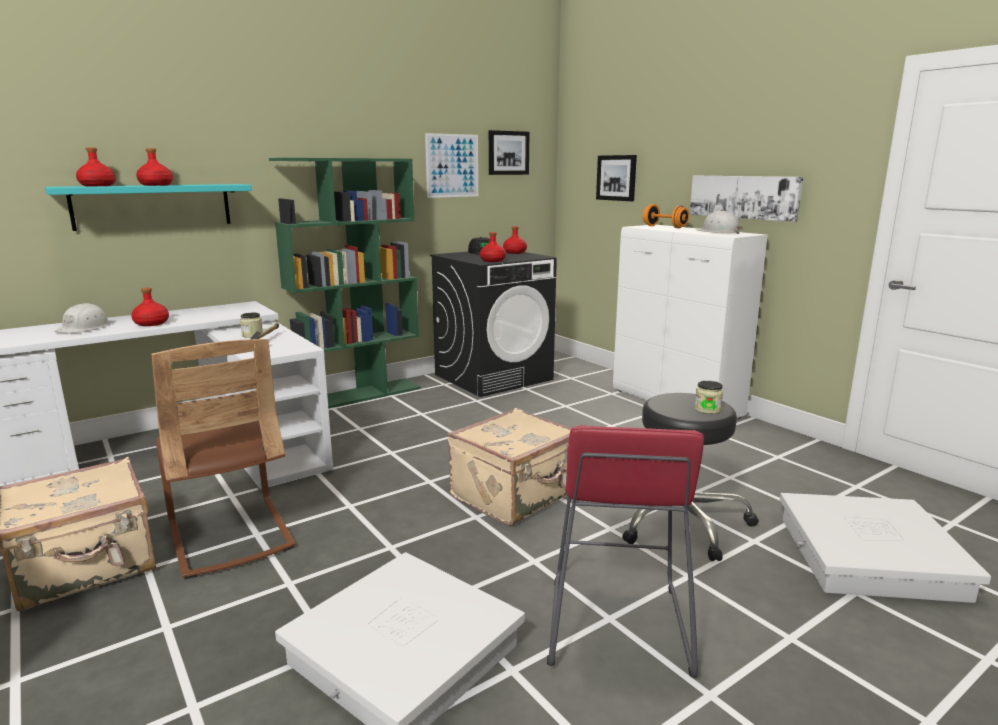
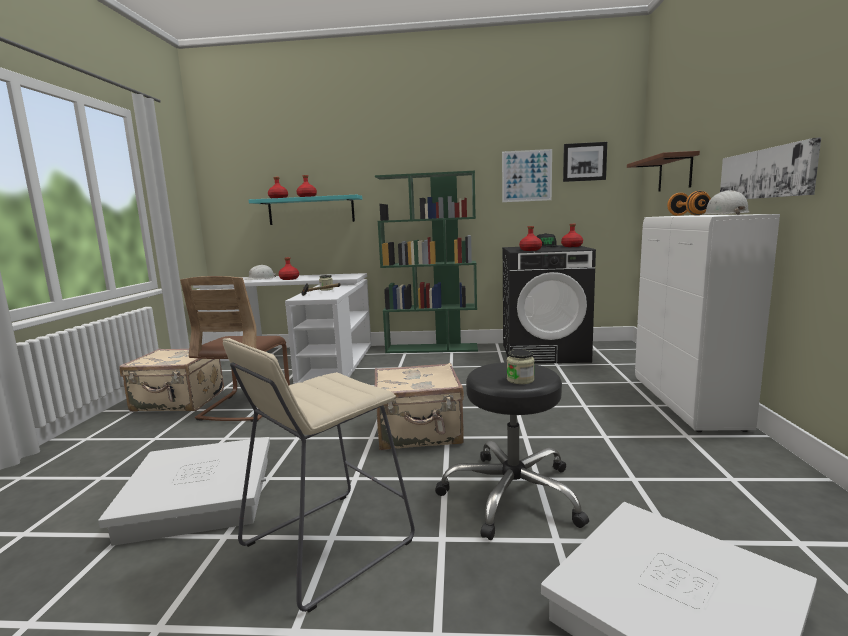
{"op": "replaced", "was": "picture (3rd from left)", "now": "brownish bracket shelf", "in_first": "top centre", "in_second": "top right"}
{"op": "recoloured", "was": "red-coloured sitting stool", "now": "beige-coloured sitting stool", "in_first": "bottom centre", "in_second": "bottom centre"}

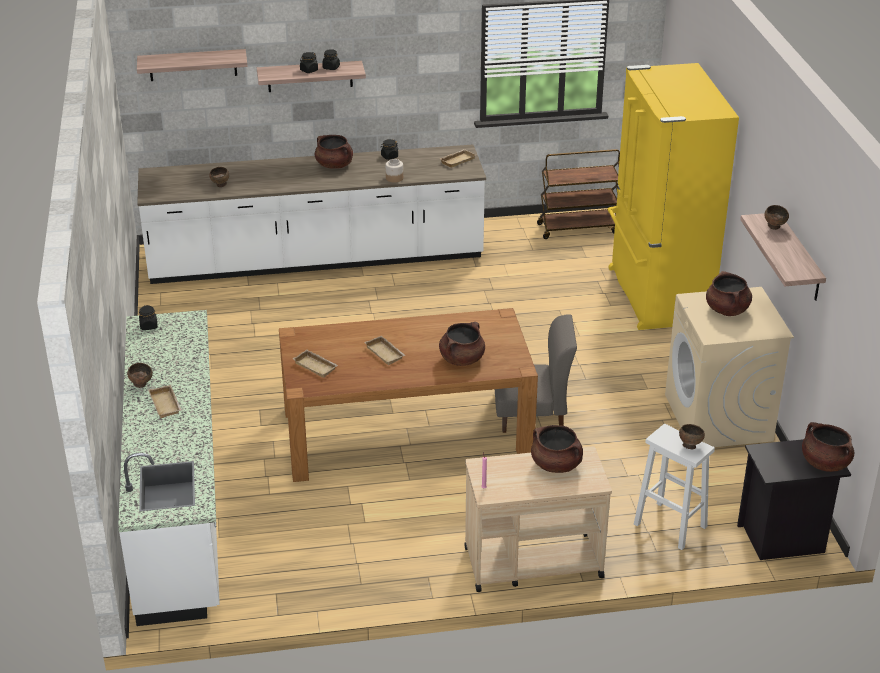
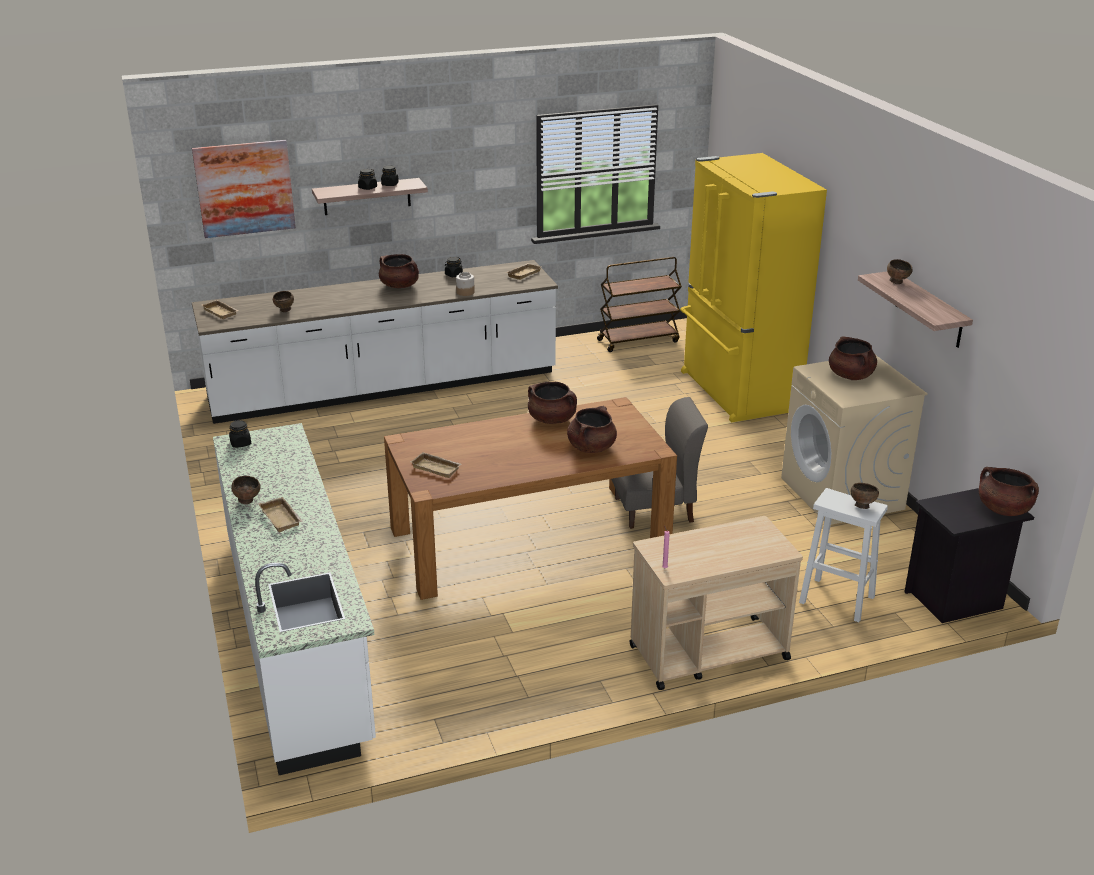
{"op": "moved", "was": "beige-coloured serving tray (3rd from left in the first image)", "now": "beige-coloured serving tray (1st from left)", "in_first": "centre", "in_second": "middle left"}
{"op": "moved", "was": "brownish stockpot (3rd from left in the first image)", "now": "brownish stockpot (2nd from left)", "in_first": "bottom centre", "in_second": "centre"}
{"op": "replaced", "was": "bracket shelf (1st from left)", "now": "picture", "in_first": "top left", "in_second": "top left"}

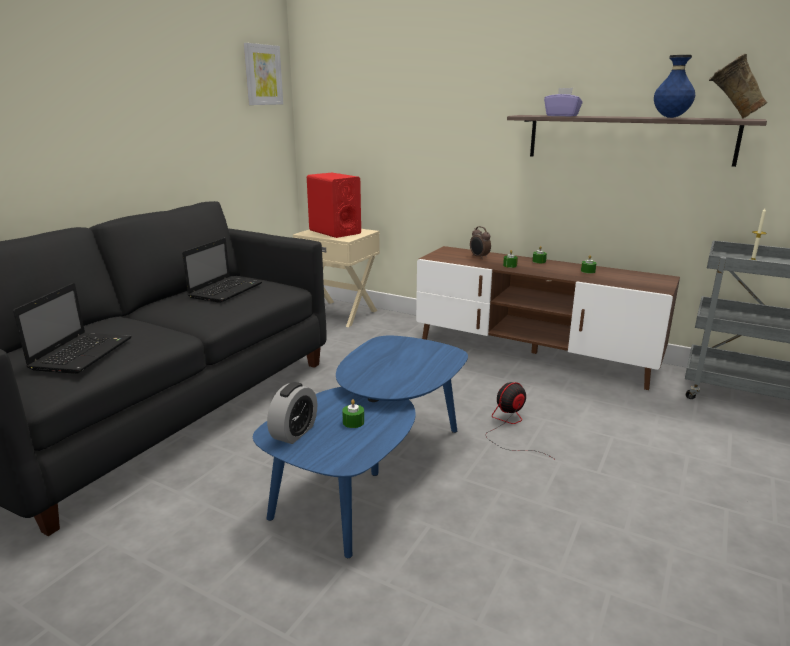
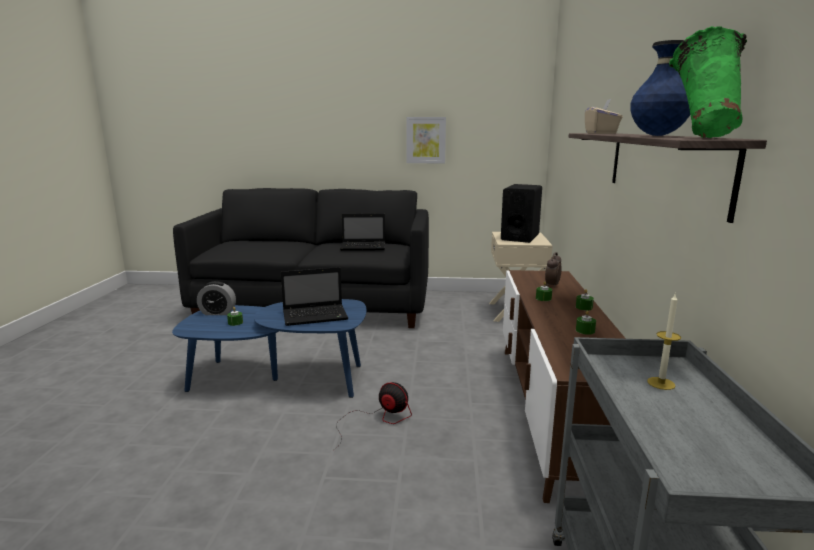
{"op": "moved", "was": "laptop (1st from left)", "in_first": "middle left", "in_second": "centre"}
{"op": "moved", "was": "picture", "in_first": "top left", "in_second": "top centre"}
{"op": "recoloured", "was": "red-coloured speaker", "now": "blackish speaker", "in_first": "top centre", "in_second": "centre"}
{"op": "recoloured", "was": "purplish box of tissues", "now": "beige-coloured box of tissues", "in_first": "top right", "in_second": "top right"}
{"op": "recoloured", "was": "beige-coloured vase", "now": "green-coloured vase", "in_first": "top right", "in_second": "top right"}

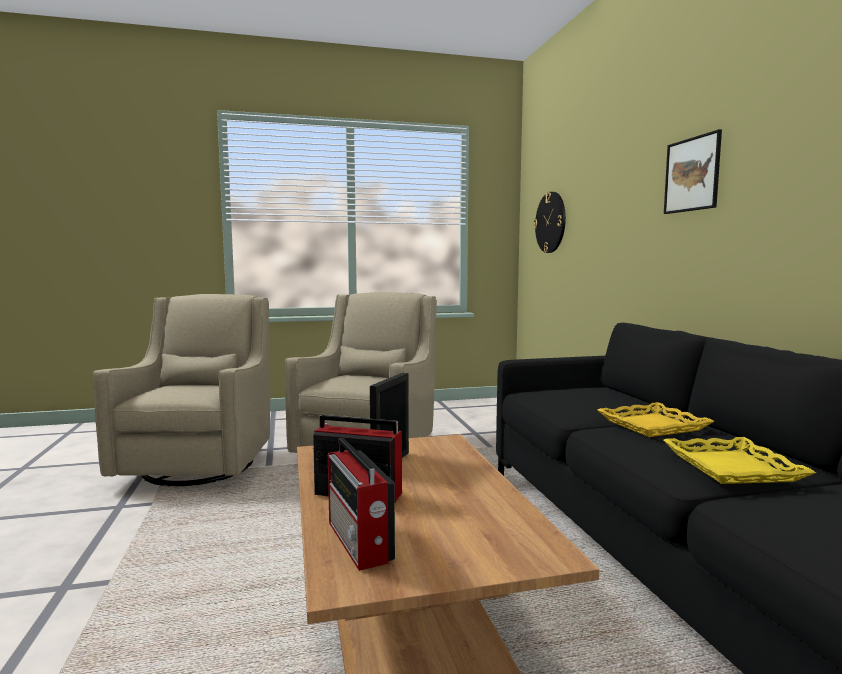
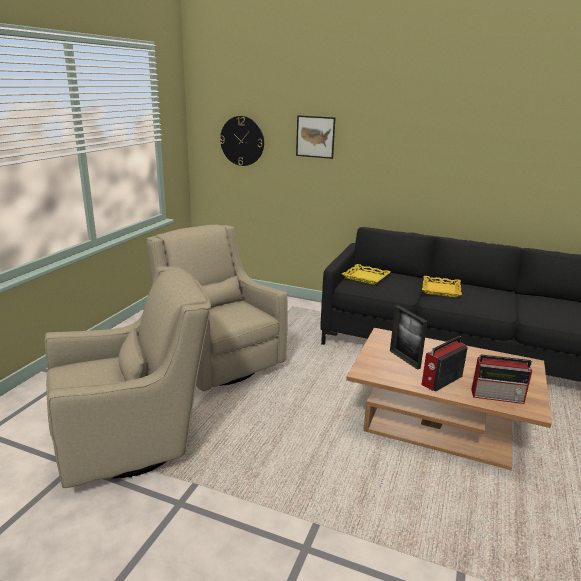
{"op": "moved", "was": "yellow-coloured serving tray (2nd from left in the first image)", "now": "yellow-coloured serving tray (1st from left)", "in_first": "bottom right", "in_second": "centre"}
{"op": "moved", "was": "picture", "in_first": "top right", "in_second": "top centre"}
{"op": "turned", "was": "beige-coloured armchair (1st from left)", "in_first": "middle left", "in_second": "middle left", "clockwise": 120}

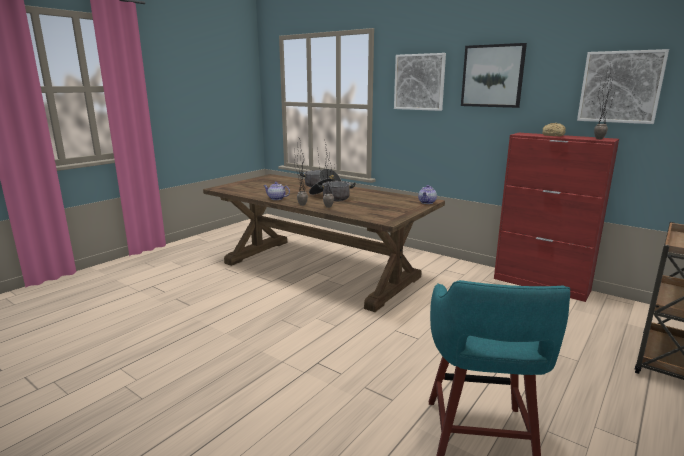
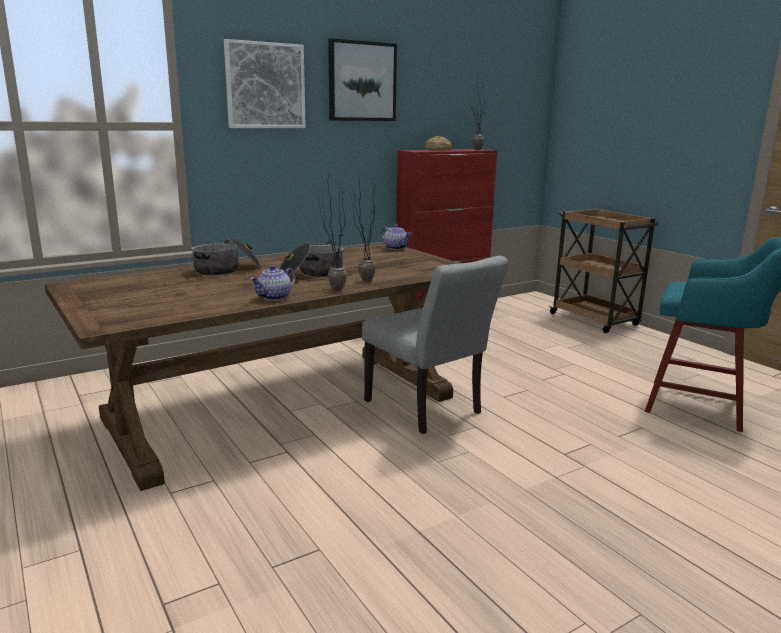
{"op": "removed", "was": "picture (3rd from left)", "in_first": "top right"}
{"op": "added", "now": "gray upright chair", "in_second": "centre"}

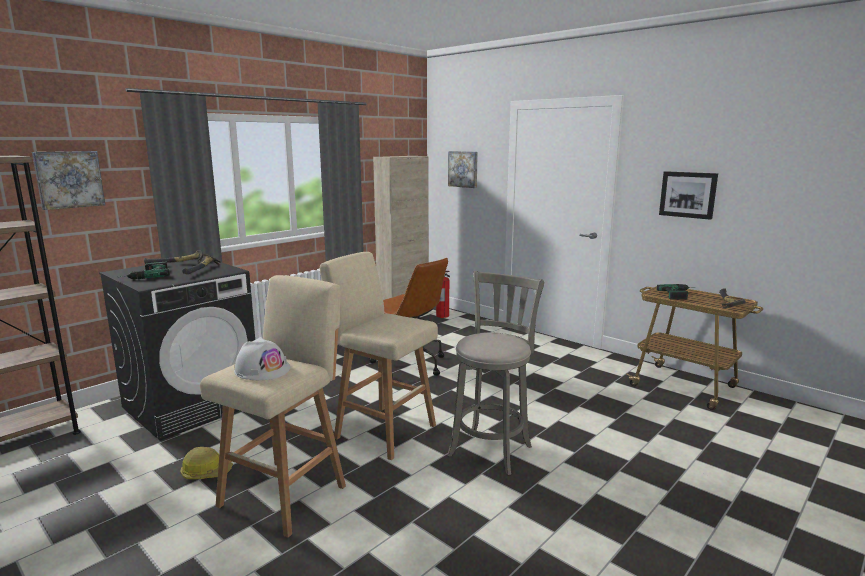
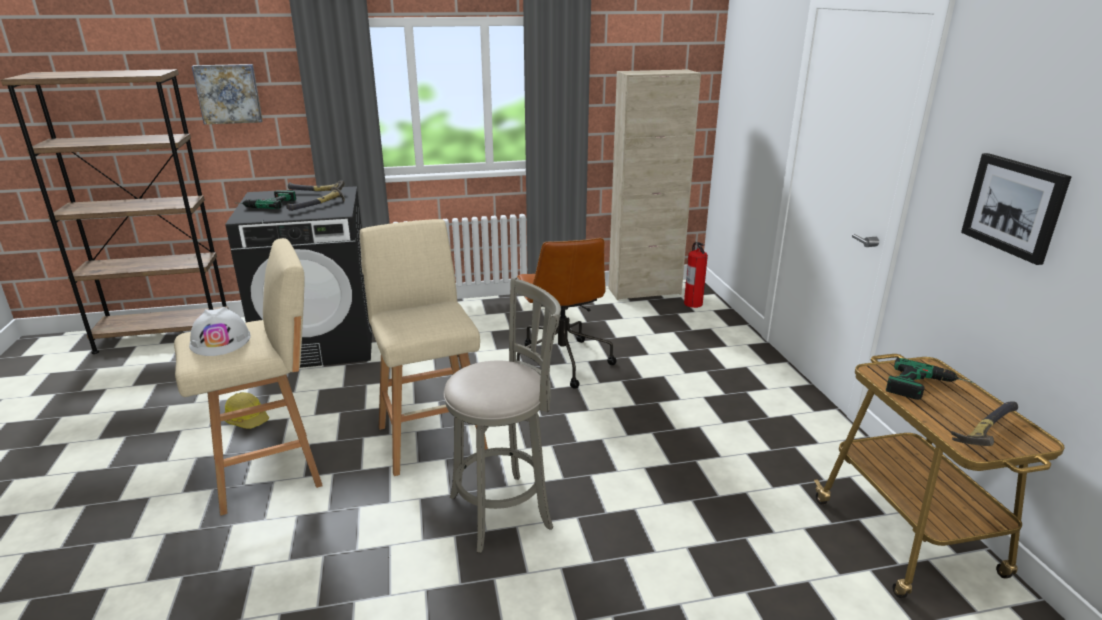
{"op": "removed", "was": "picture (2nd from left)", "in_first": "top centre"}

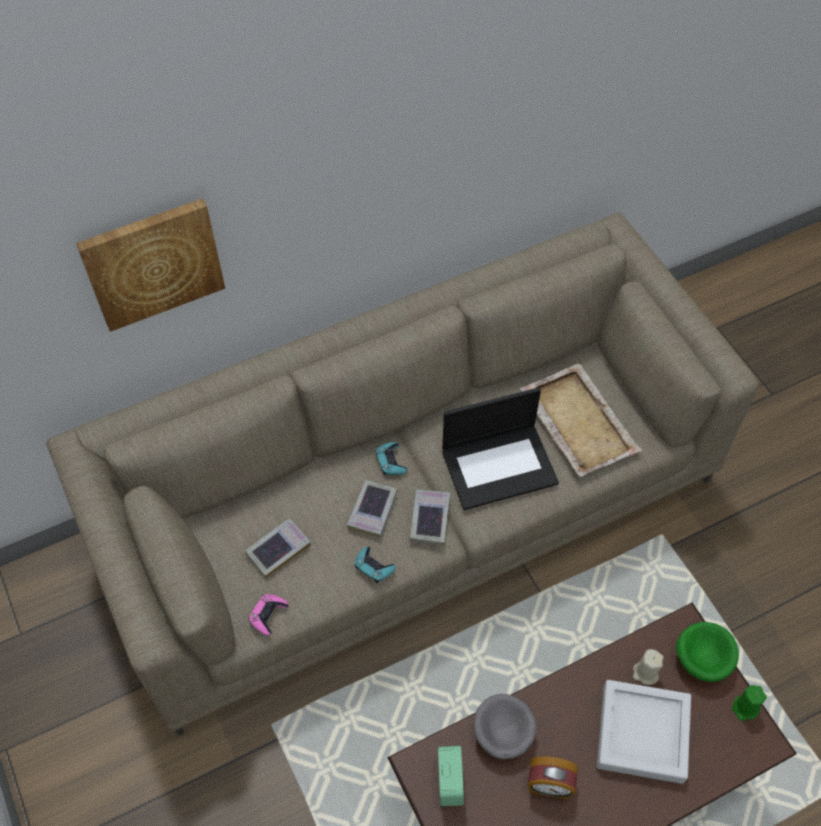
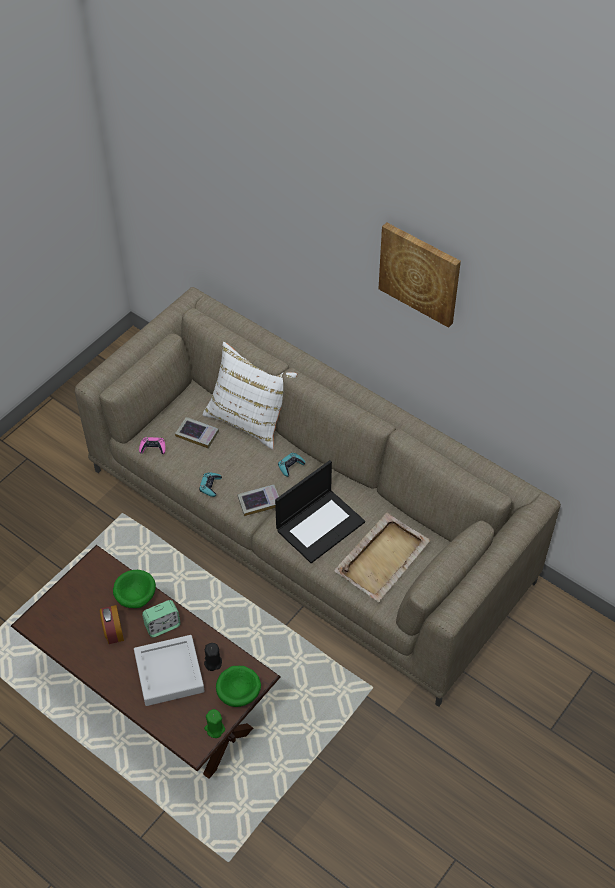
{"op": "removed", "was": "volume (2nd from left)", "in_first": "centre"}
{"op": "added", "now": "white throw pillow", "in_second": "centre"}
{"op": "moved", "was": "picture", "in_first": "top left", "in_second": "top right"}
{"op": "moved", "was": "bedside clock (1st from left in the first image)", "now": "bedside clock (2nd from left)", "in_first": "bottom centre", "in_second": "bottom left"}
{"op": "recoloured", "was": "gray bowl", "now": "green-coloured bowl (1st from left)", "in_first": "bottom centre", "in_second": "middle left"}
{"op": "recoloured", "was": "beige-coloured wax light", "now": "blackish wax light", "in_first": "bottom right", "in_second": "bottom centre"}
{"op": "turned", "was": "laptop", "in_first": "centre", "in_second": "centre", "clockwise": -90}

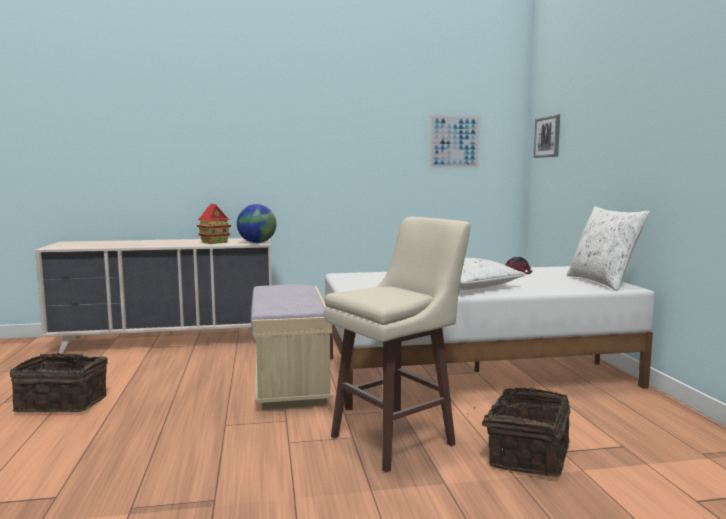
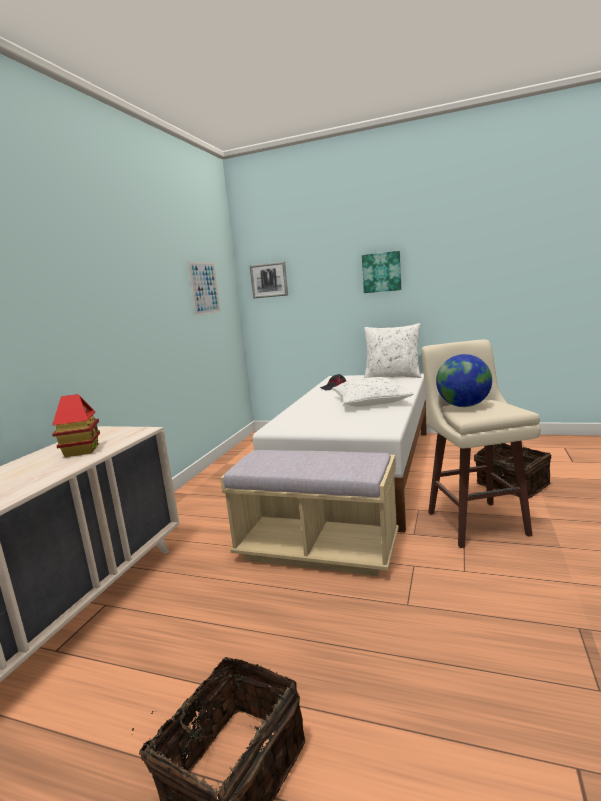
{"op": "added", "now": "picture (3rd from left)", "in_second": "centre"}
{"op": "moved", "was": "world globe", "in_first": "centre", "in_second": "middle right"}

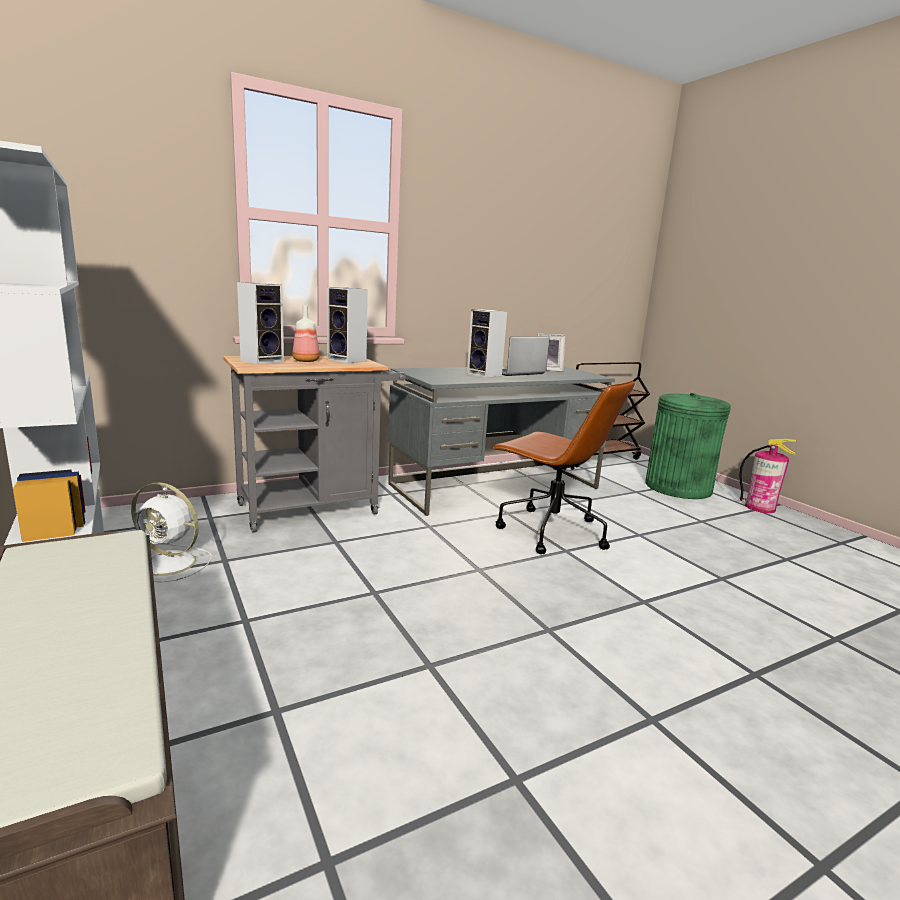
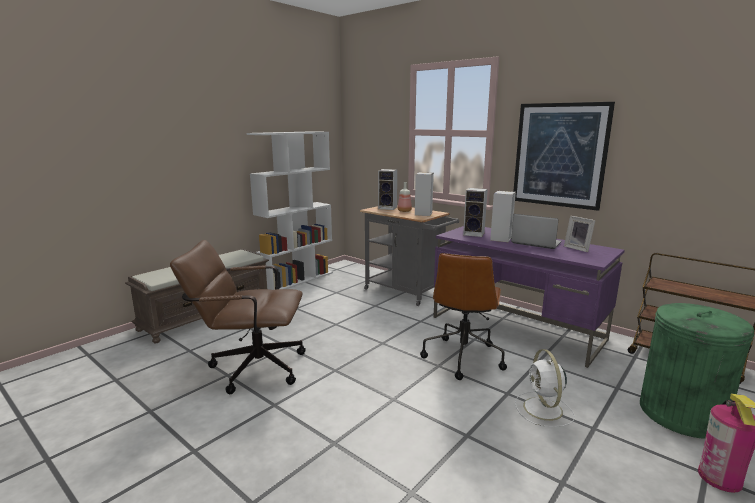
{"op": "added", "now": "brownish computer chair (1st from left)", "in_second": "middle left"}
{"op": "added", "now": "speaker (3rd from left)", "in_second": "centre"}
{"op": "added", "now": "picture", "in_second": "top right"}
{"op": "moved", "was": "white fan", "in_first": "middle left", "in_second": "bottom right"}
{"op": "recoloured", "was": "gray desk table", "now": "purplish desk table", "in_first": "centre", "in_second": "middle right"}

